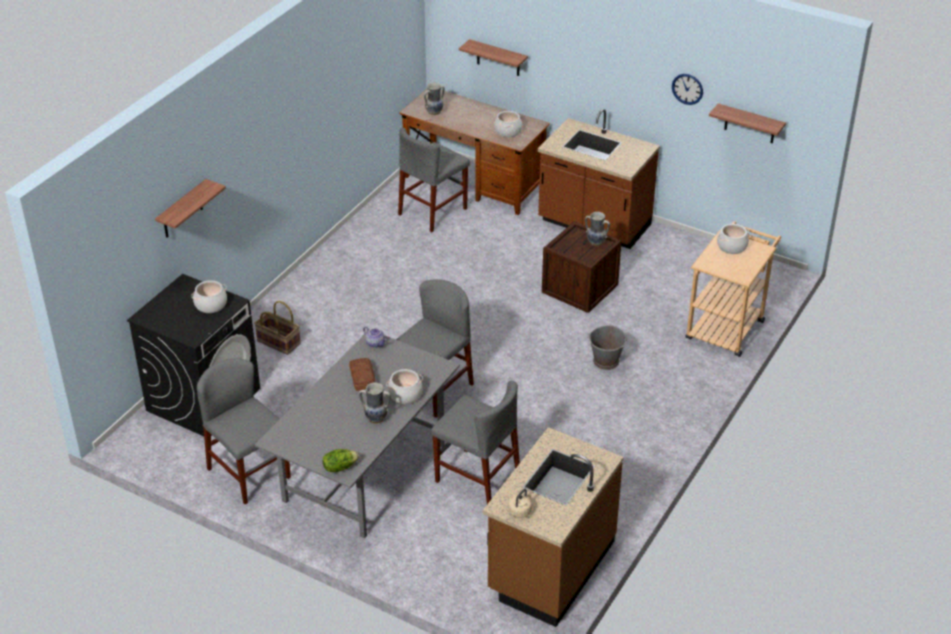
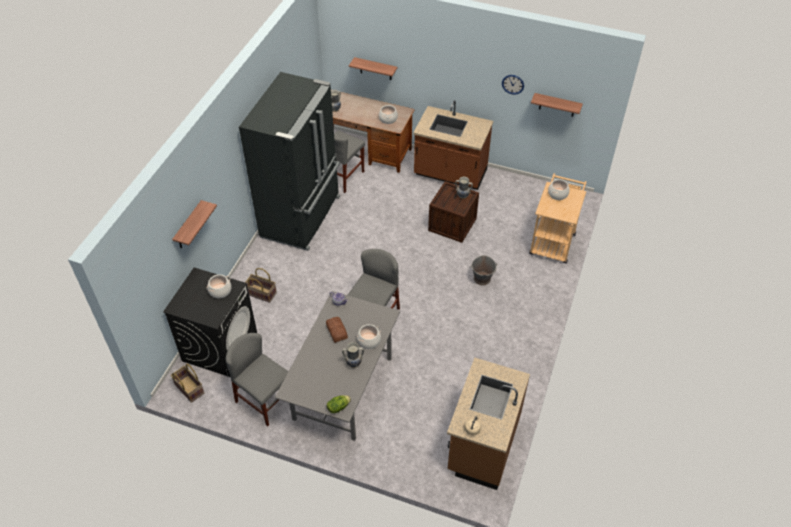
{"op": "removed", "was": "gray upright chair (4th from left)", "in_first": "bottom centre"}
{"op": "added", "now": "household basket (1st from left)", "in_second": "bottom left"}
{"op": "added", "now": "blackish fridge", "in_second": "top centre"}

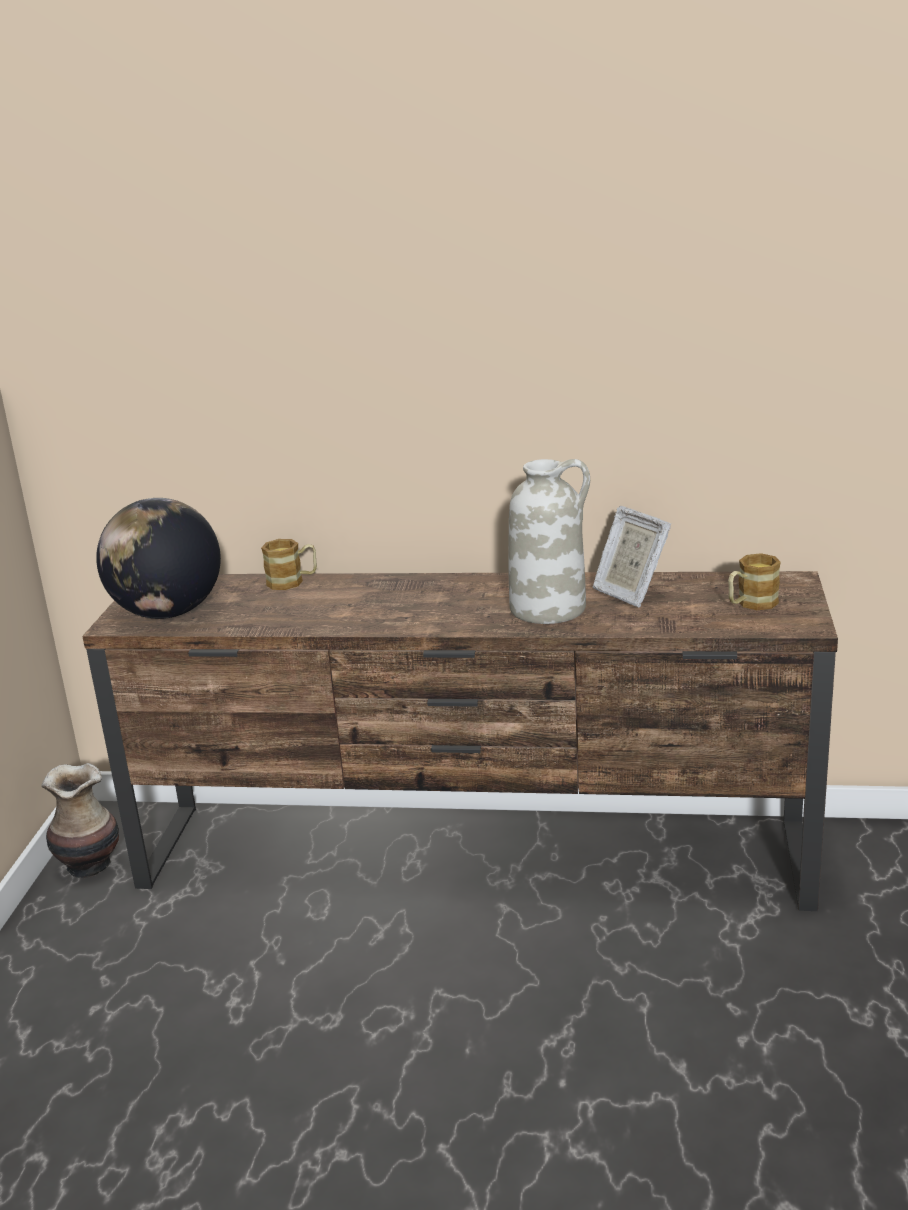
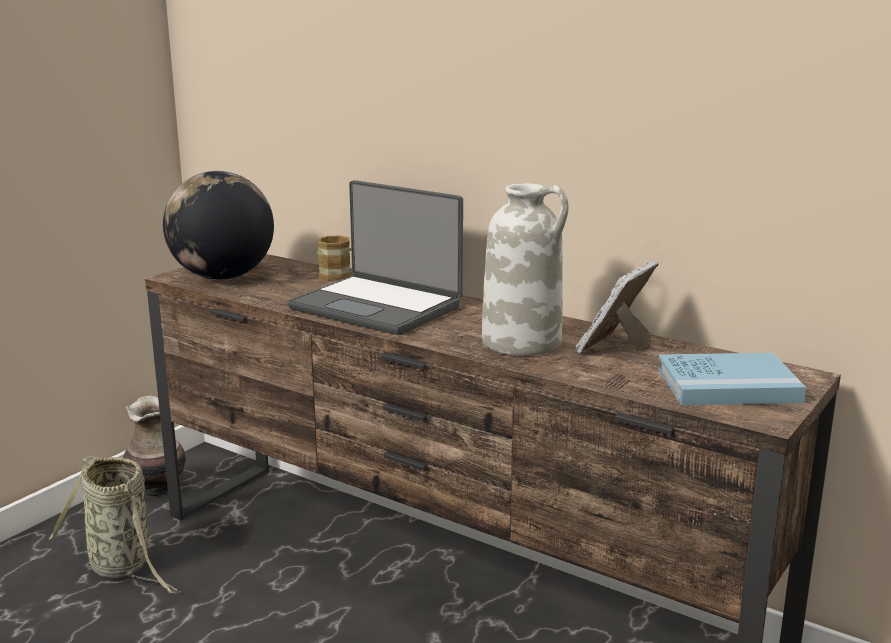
{"op": "added", "now": "household basket", "in_second": "bottom left"}
{"op": "added", "now": "laptop", "in_second": "centre"}
{"op": "replaced", "was": "coffee mug (2nd from left)", "now": "blue volume", "in_first": "middle right", "in_second": "middle right"}
{"op": "turned", "was": "picture frame", "in_first": "middle right", "in_second": "middle right", "clockwise": 45}

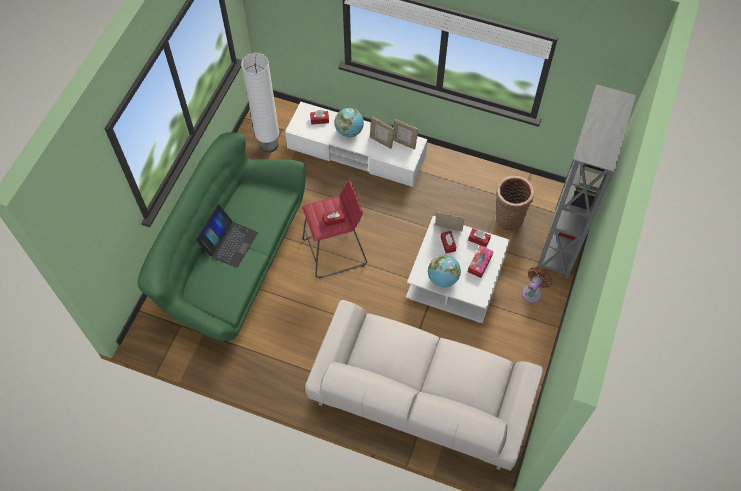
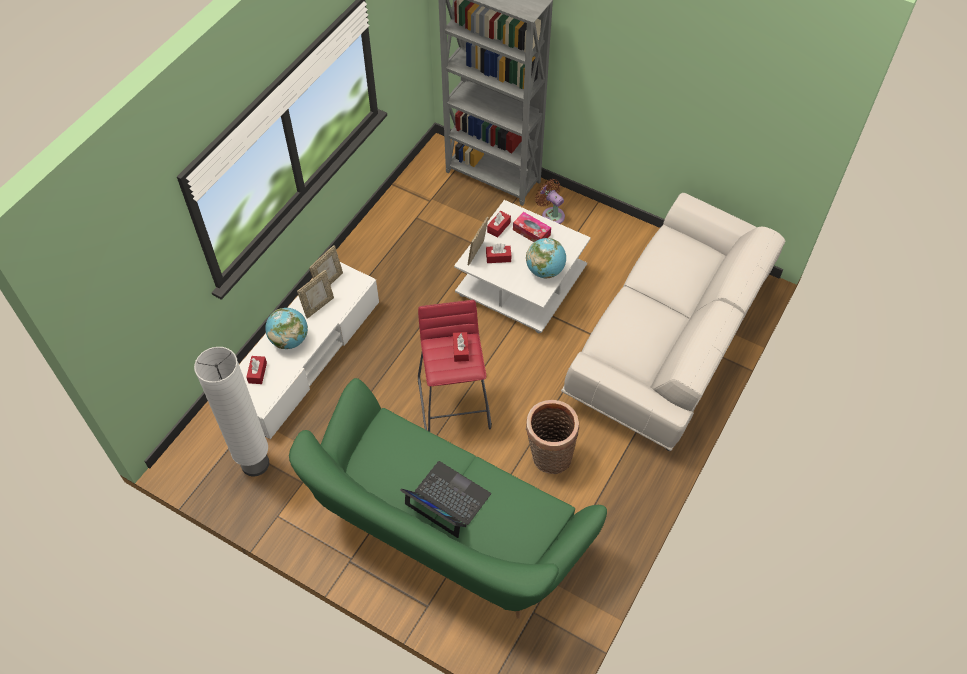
{"op": "moved", "was": "household basket", "in_first": "middle right", "in_second": "centre"}

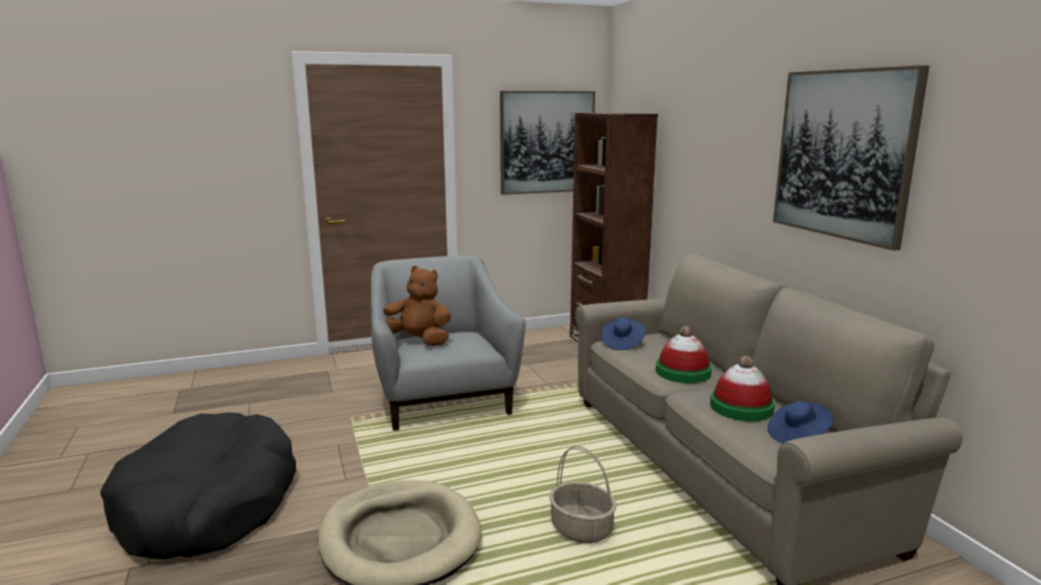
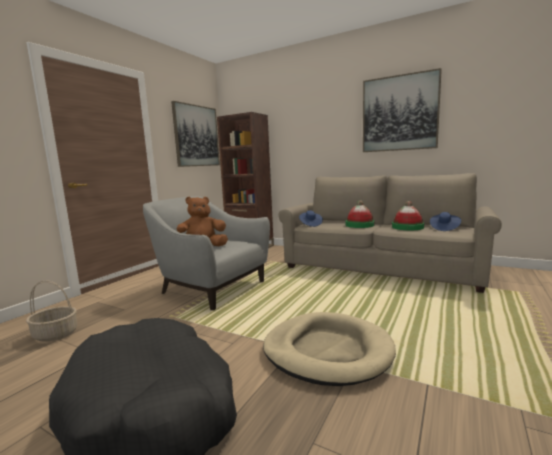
{"op": "moved", "was": "household basket", "in_first": "bottom centre", "in_second": "bottom left"}

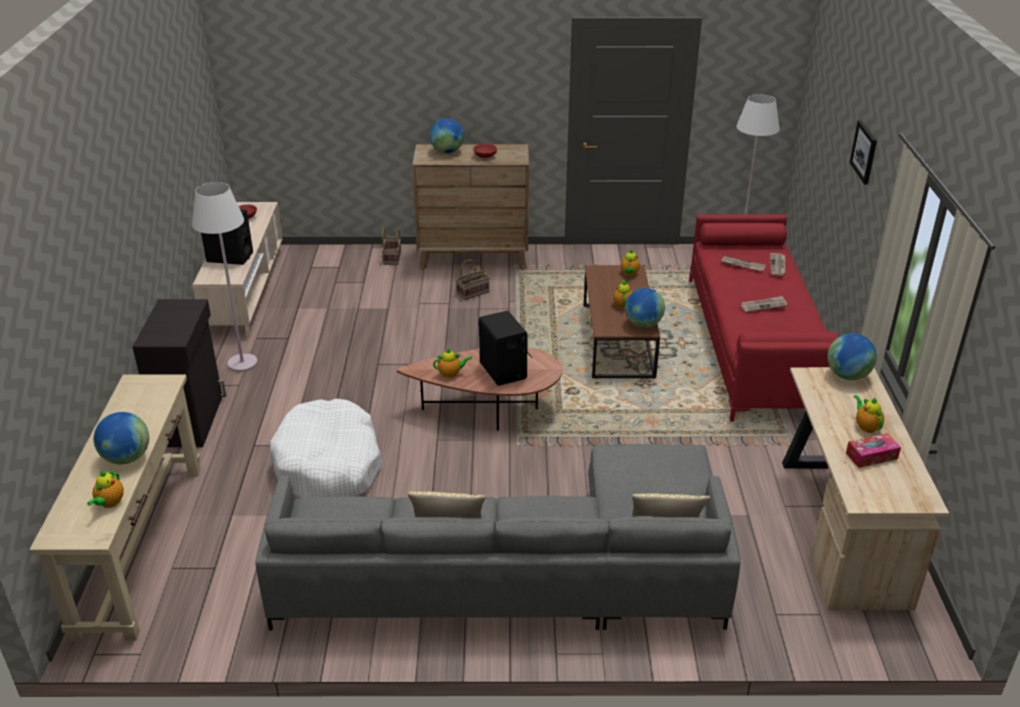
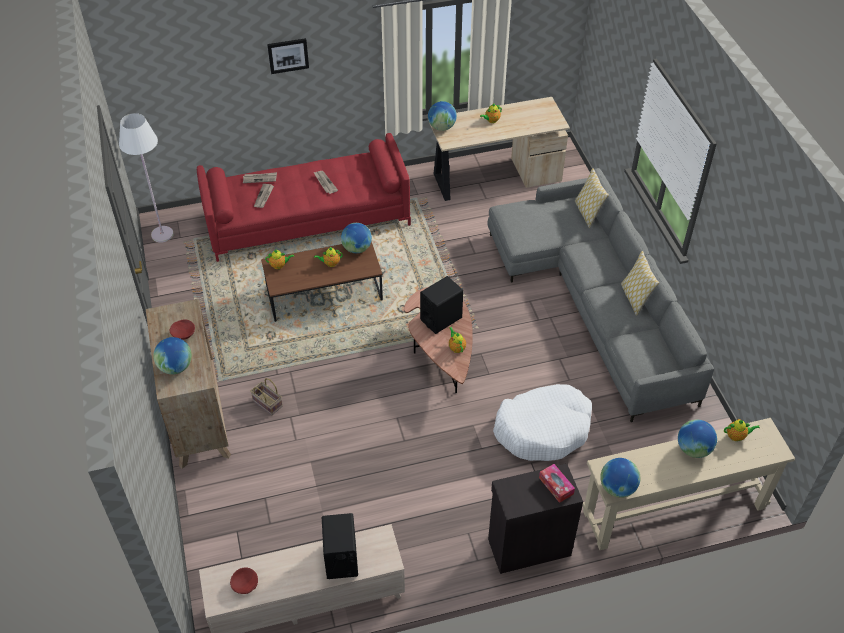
{"op": "removed", "was": "white floor lamp (1st from left)", "in_first": "middle left"}
{"op": "removed", "was": "household basket (1st from left)", "in_first": "centre"}
{"op": "added", "now": "world globe (4th from left)", "in_second": "bottom right"}
{"op": "moved", "was": "box of tissues", "in_first": "middle right", "in_second": "bottom centre"}

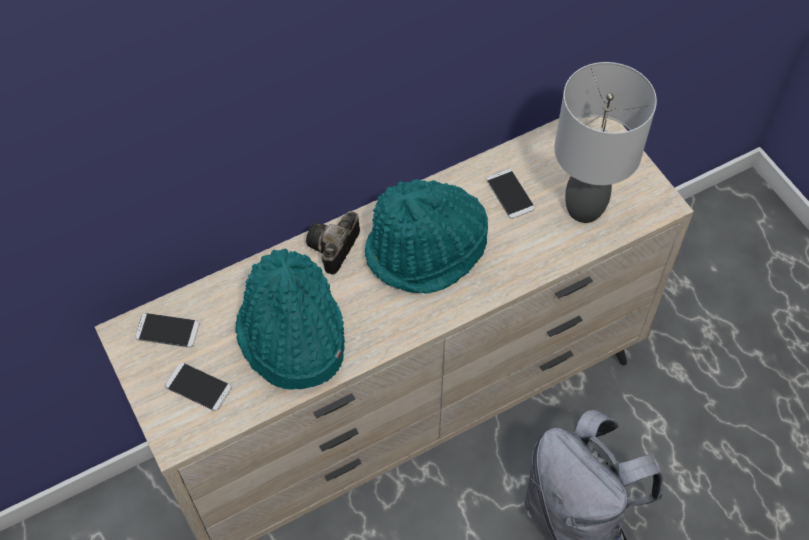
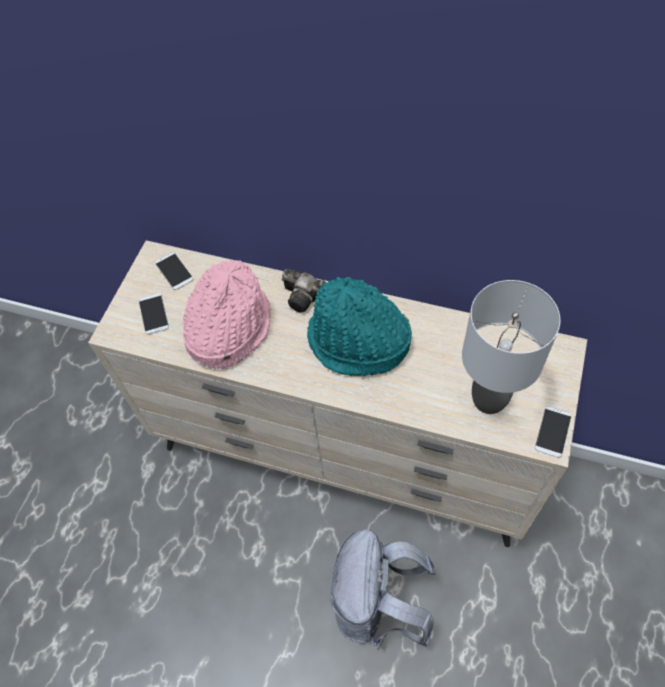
{"op": "moved", "was": "telephone (3rd from left)", "in_first": "centre", "in_second": "middle right"}
{"op": "recoloured", "was": "blue-green wearable hat (1st from left)", "now": "pinkish wearable hat", "in_first": "centre", "in_second": "centre"}
{"op": "turned", "was": "still camera", "in_first": "centre", "in_second": "centre", "clockwise": -135}

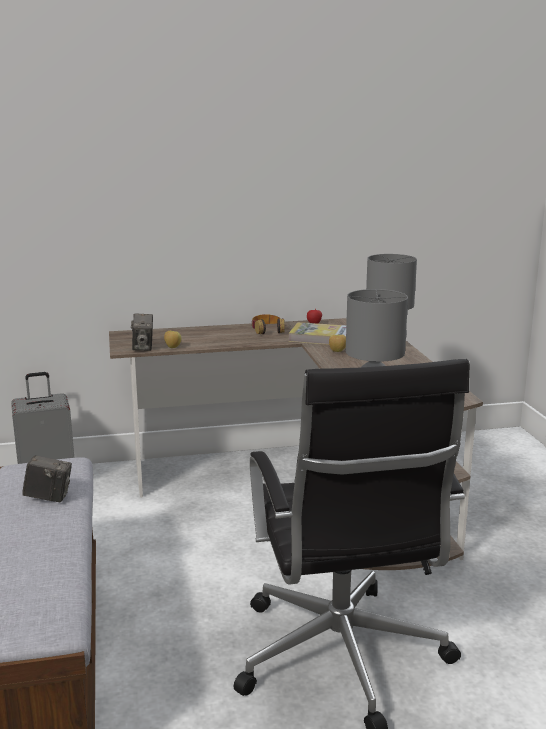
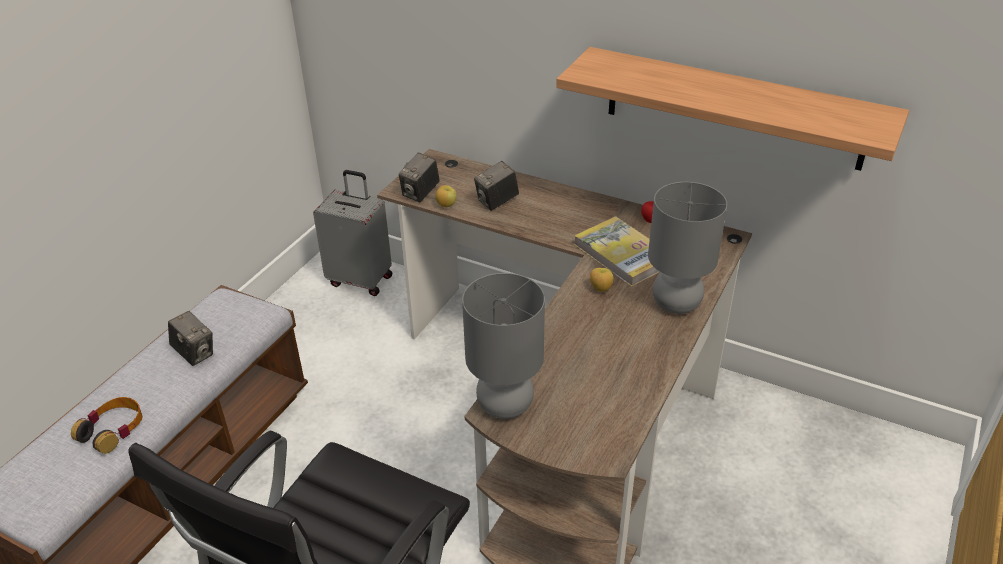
{"op": "added", "now": "still camera (3rd from left)", "in_second": "top centre"}
{"op": "added", "now": "bracket shelf", "in_second": "top right"}
{"op": "moved", "was": "headset", "in_first": "centre", "in_second": "bottom left"}

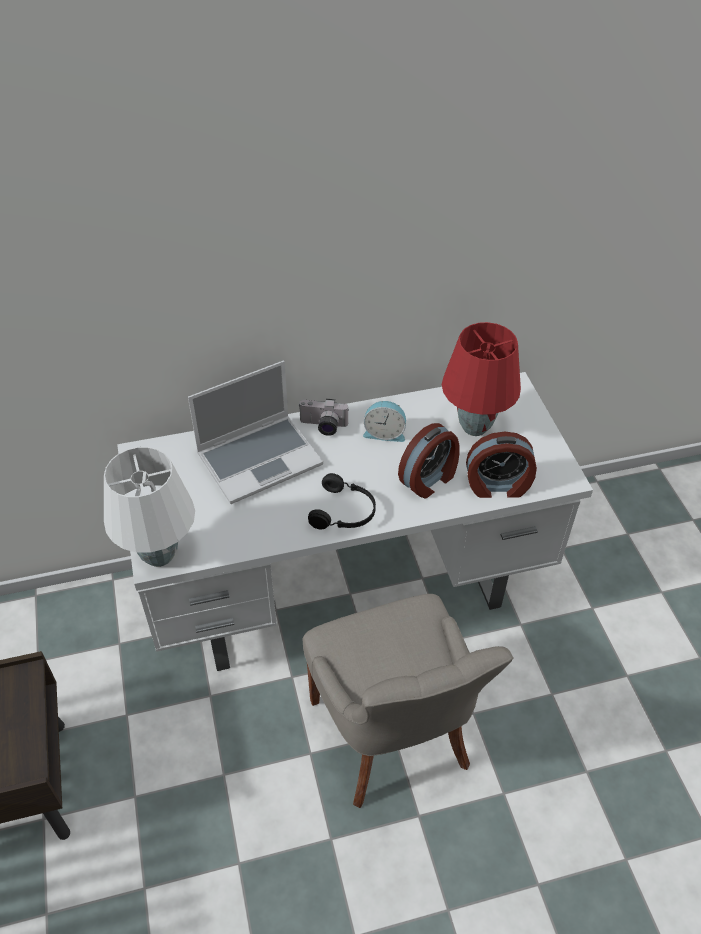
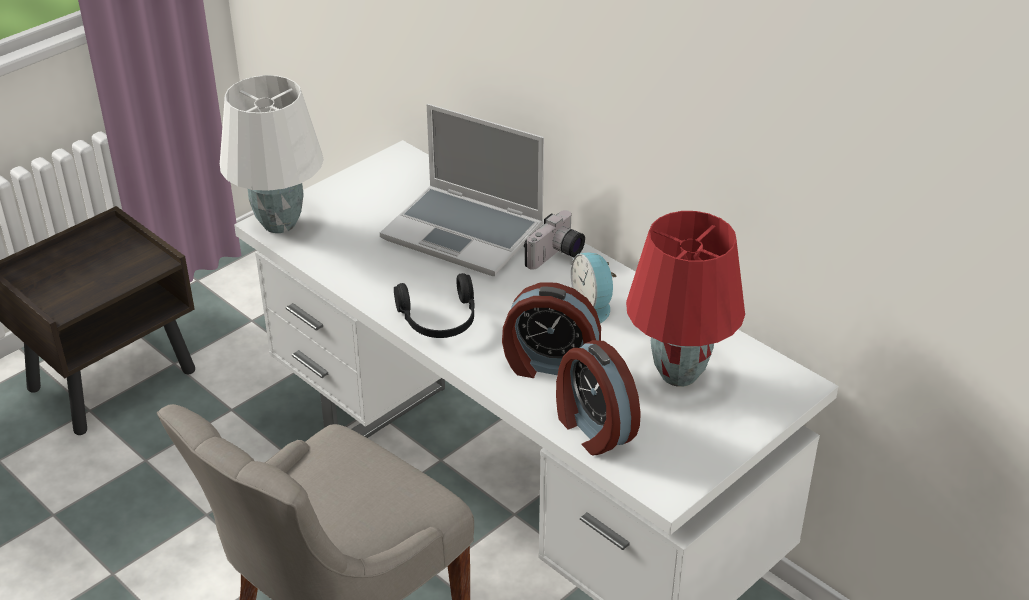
{"op": "turned", "was": "still camera", "in_first": "centre", "in_second": "centre", "clockwise": -120}

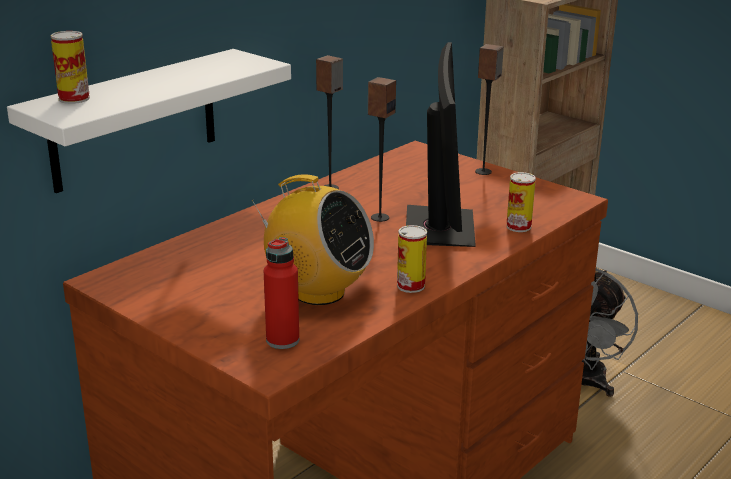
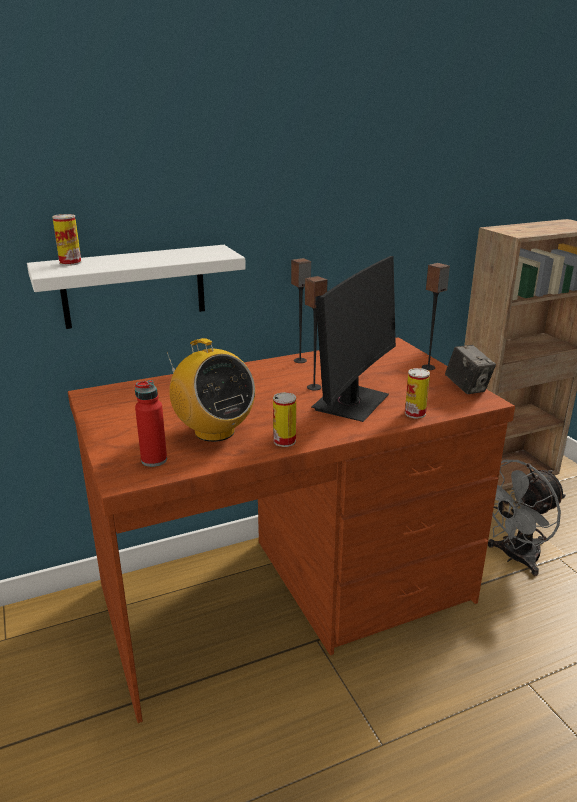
{"op": "added", "now": "still camera", "in_second": "middle right"}

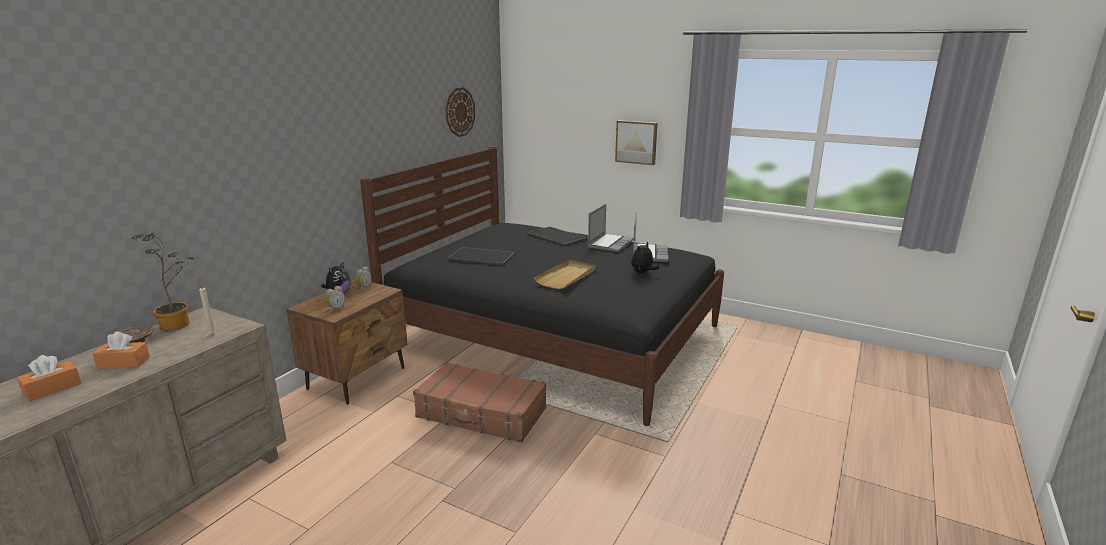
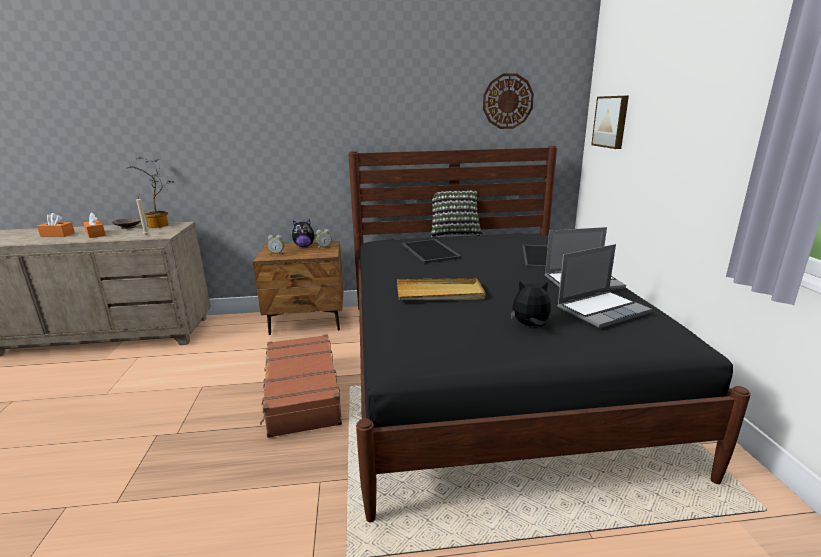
{"op": "added", "now": "throw pillow", "in_second": "centre"}
{"op": "moved", "was": "picture", "in_first": "top centre", "in_second": "top right"}

